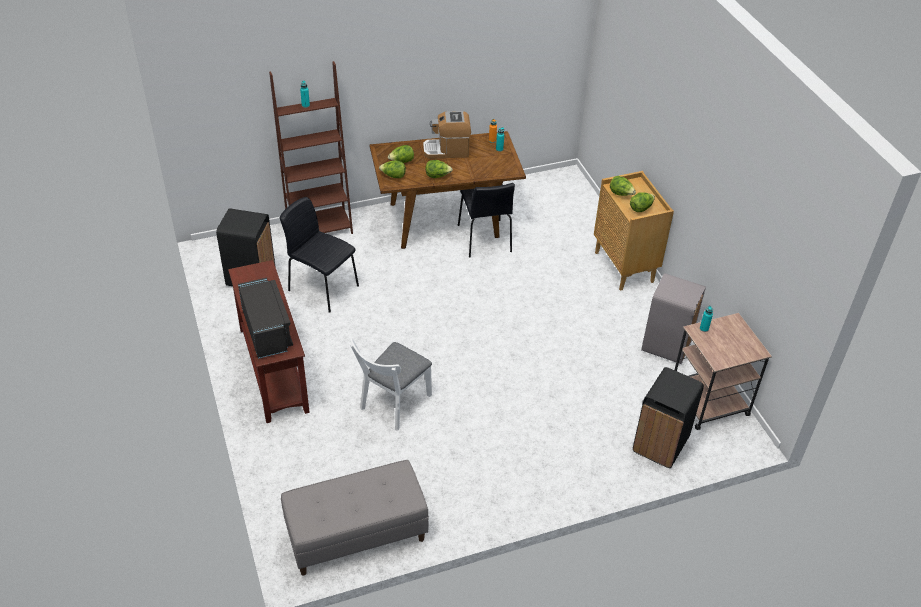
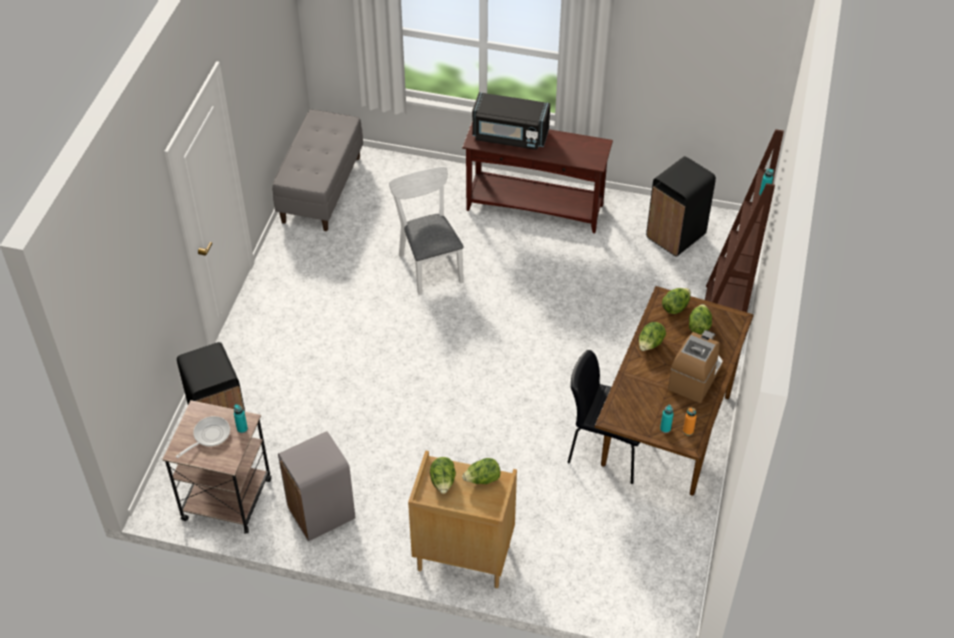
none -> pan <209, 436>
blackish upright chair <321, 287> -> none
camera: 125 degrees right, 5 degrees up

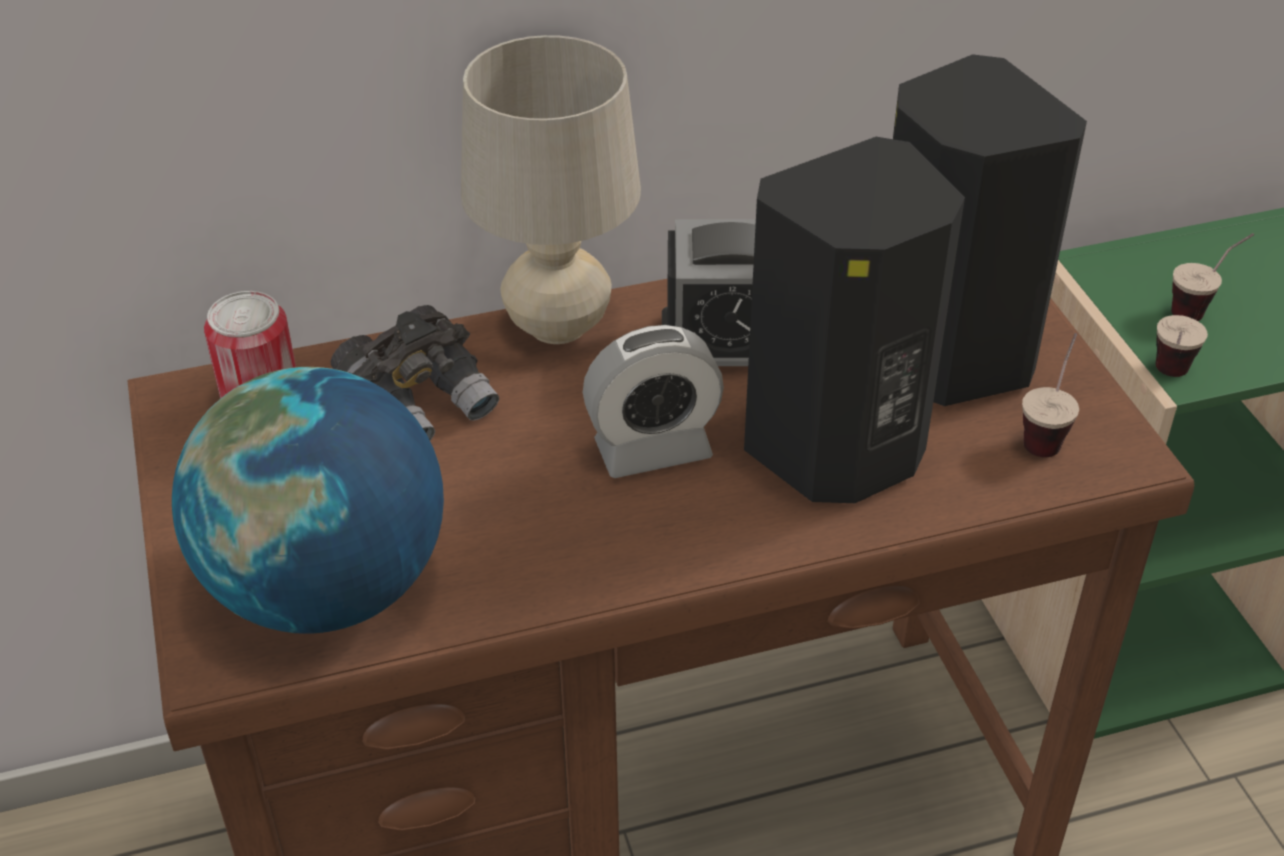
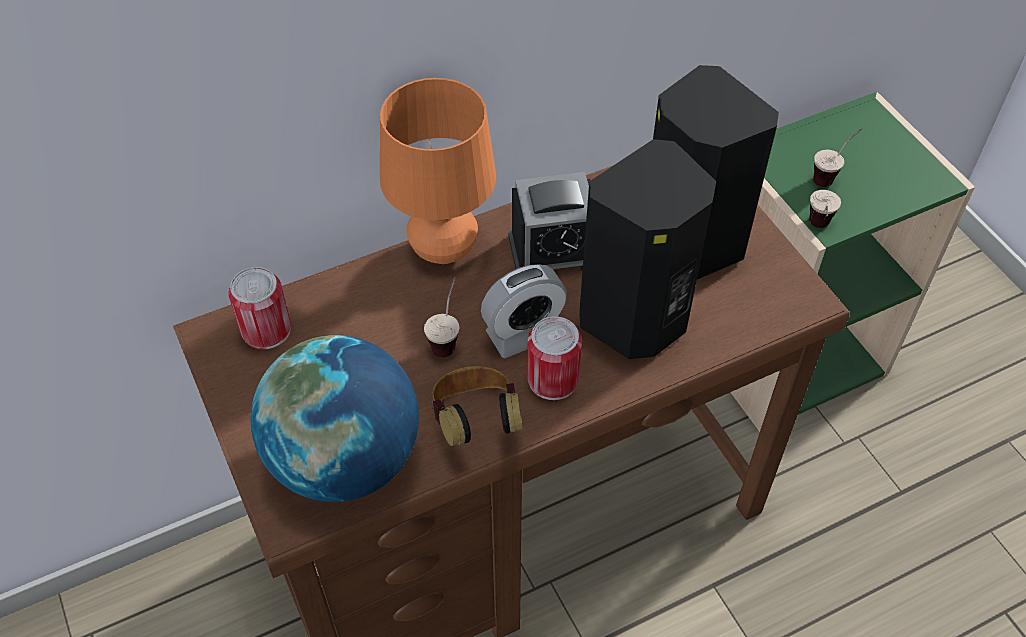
beige lamp for a table <557, 325> -> orangey lamp for a table <443, 250>
cup <1047, 432> -> cup <447, 337>, shifted
none -> headphones <475, 421>
none -> sealed can <553, 379>
greyish pair of binoculars <420, 404> -> none
camera: 10 degrees left, 10 degrees up

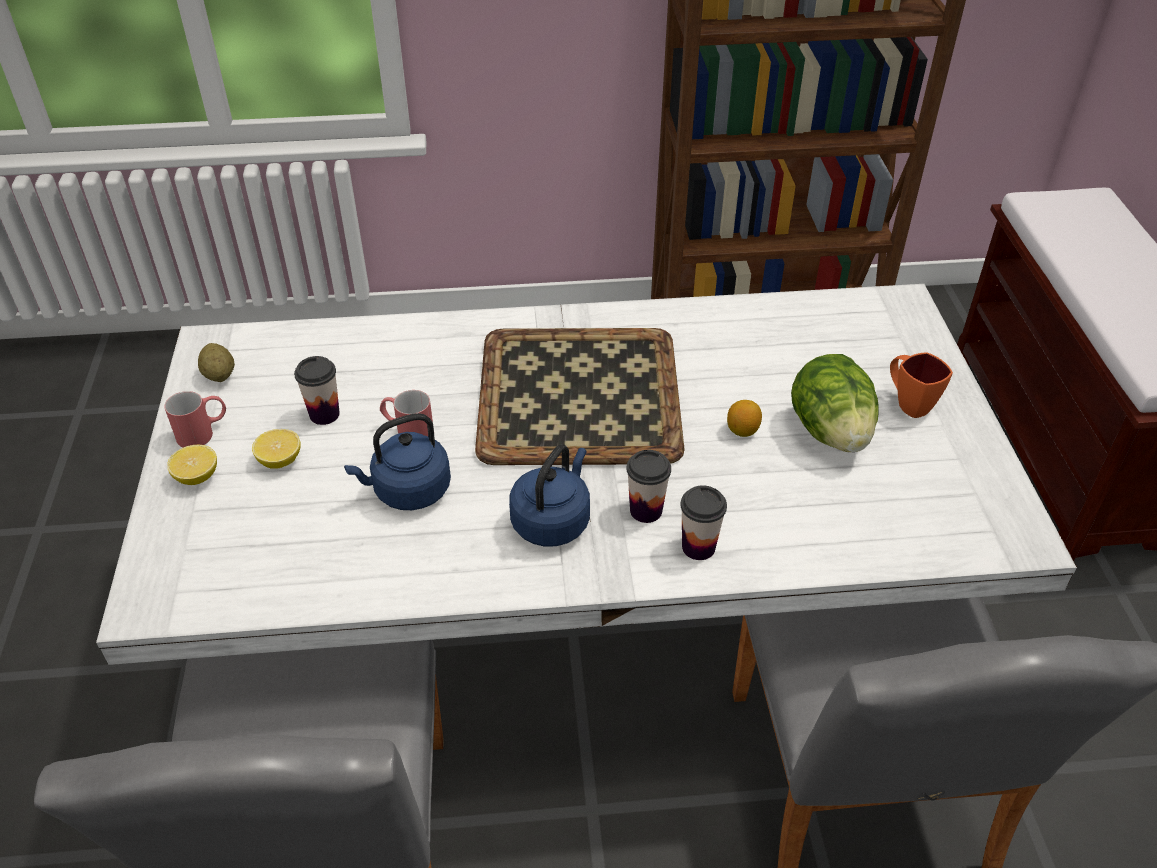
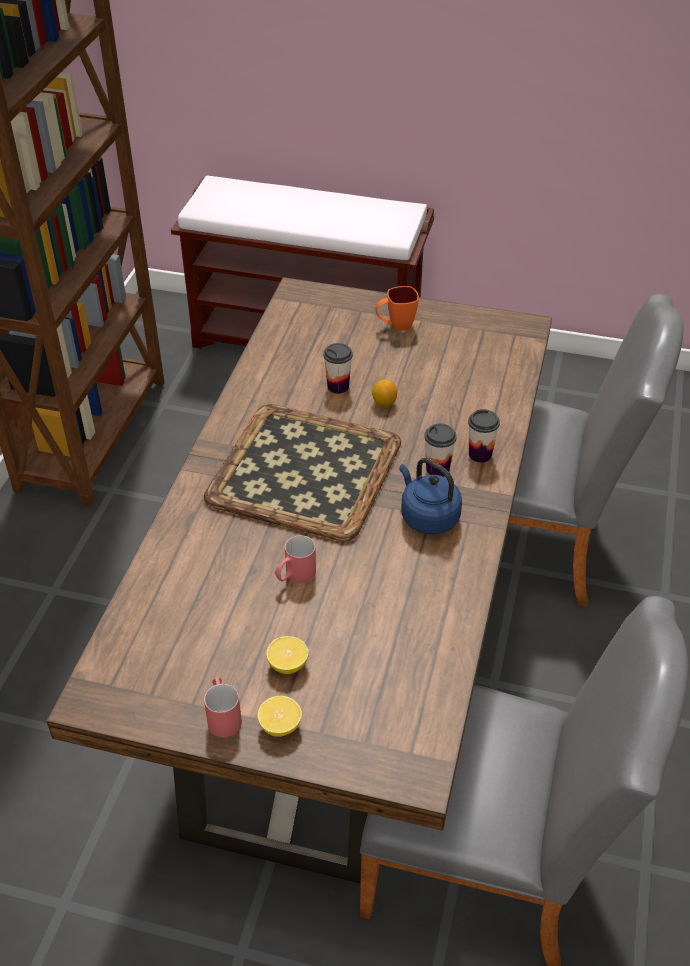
whitish kitchen table <576, 637> -> brownish kitchen table <345, 650>
cup <324, 414> -> cup <338, 386>, shifted
whole potato <219, 375> -> none
blue water kettle <408, 491> -> none
head of lettuce <830, 431> -> none
camera: 70 degrees left, 0 degrees up

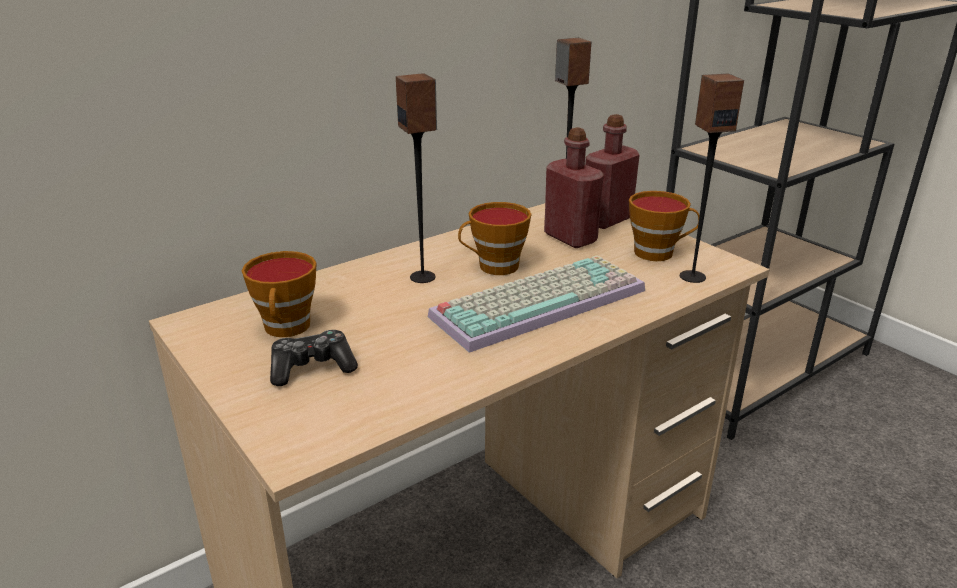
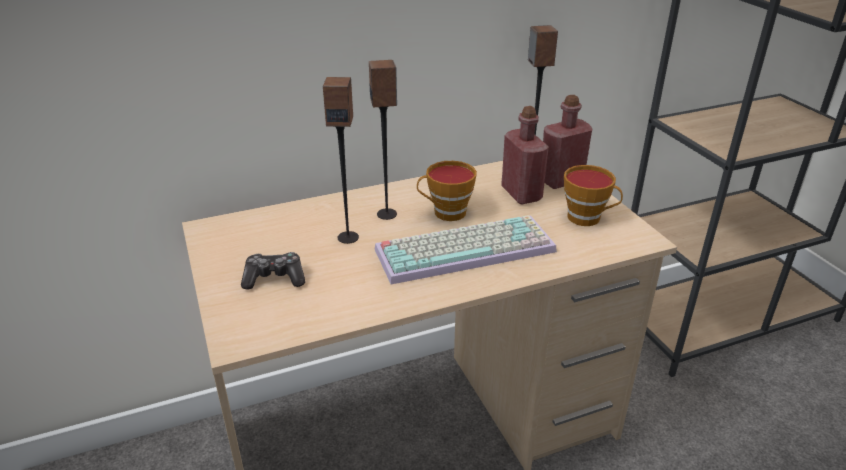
loudspeaker <692, 276> -> loudspeaker <348, 237>, shifted
cup <287, 328> -> none
camera: 15 degrees right, 5 degrees up

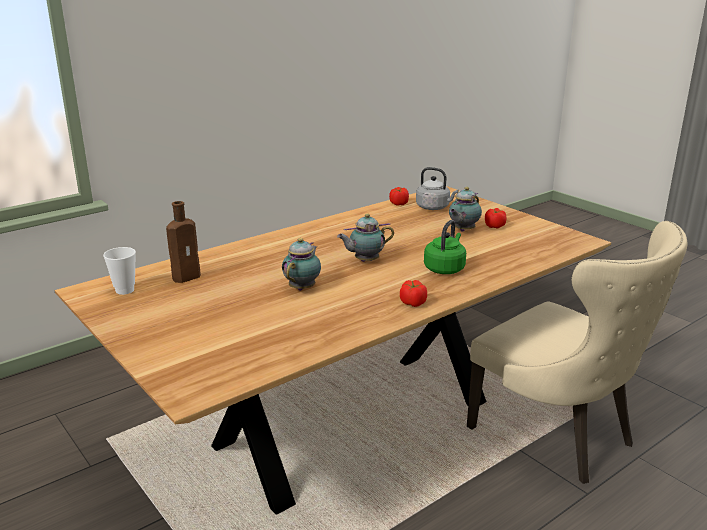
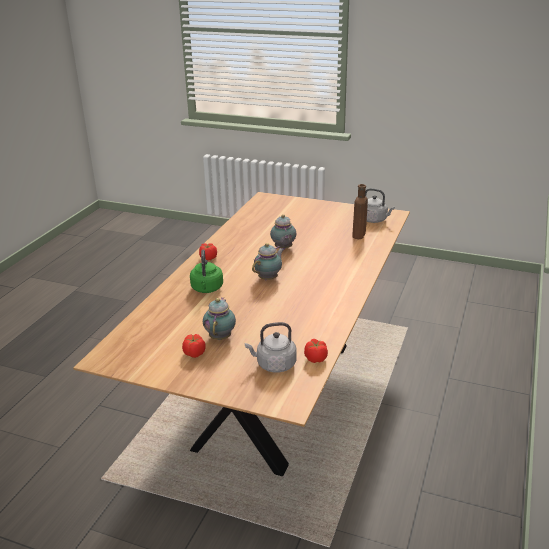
cup <125, 290> -> greyish water kettle <375, 220>
beige upright chair <558, 435> -> none
camera: 150 degrees right, 5 degrees up

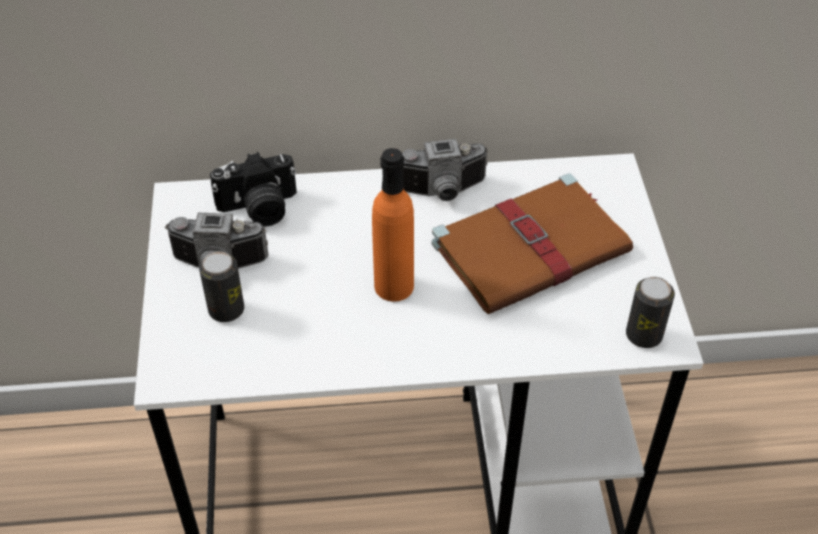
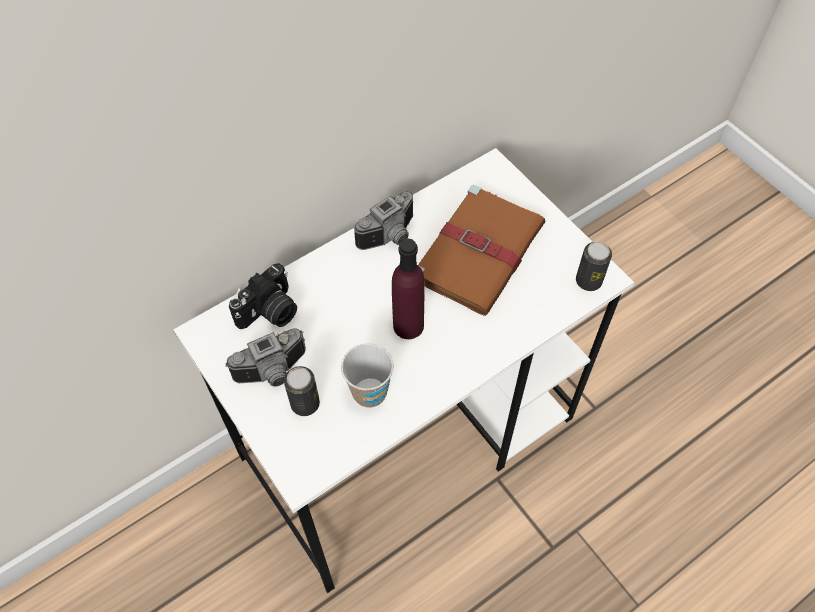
none -> cup <369, 392>
orangey drink bottle <394, 286> -> purple-coloured drink bottle <408, 325>
camera: 30 degrees left, 10 degrees up

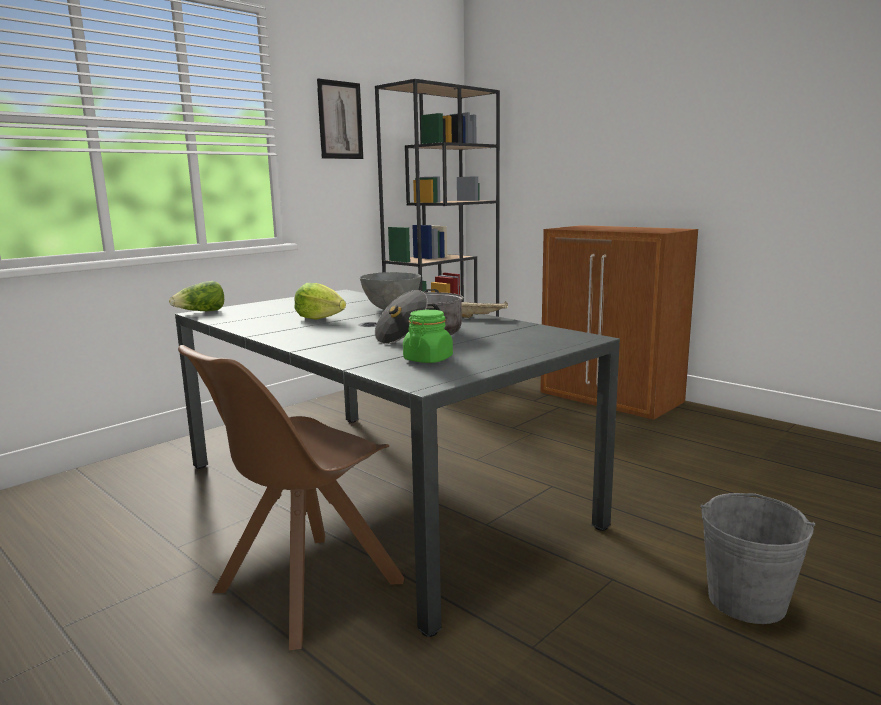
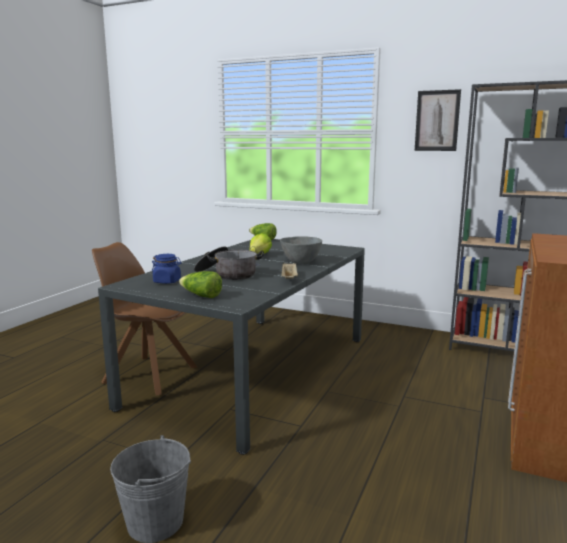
green jar <428, 359> -> blue jar <167, 281>
none -> head of lettuce <201, 296>
camera: 70 degrees right, 0 degrees up

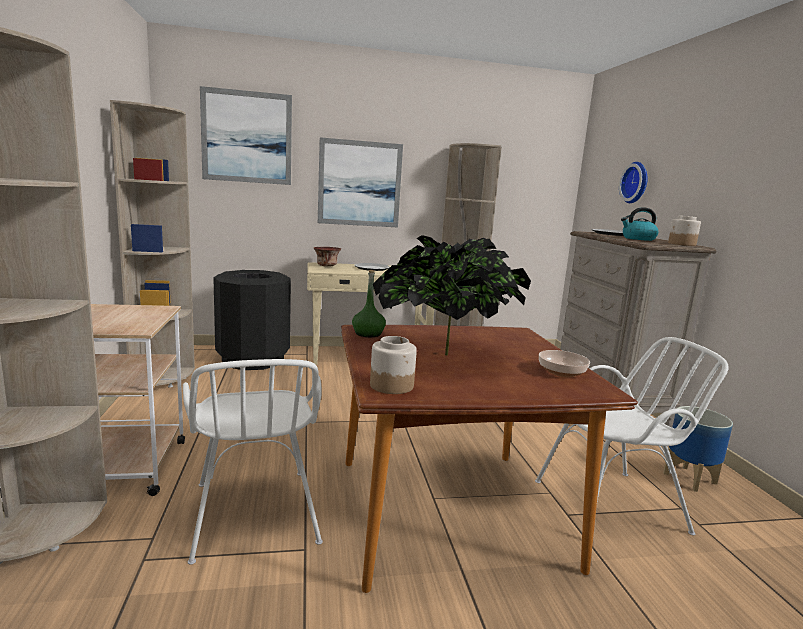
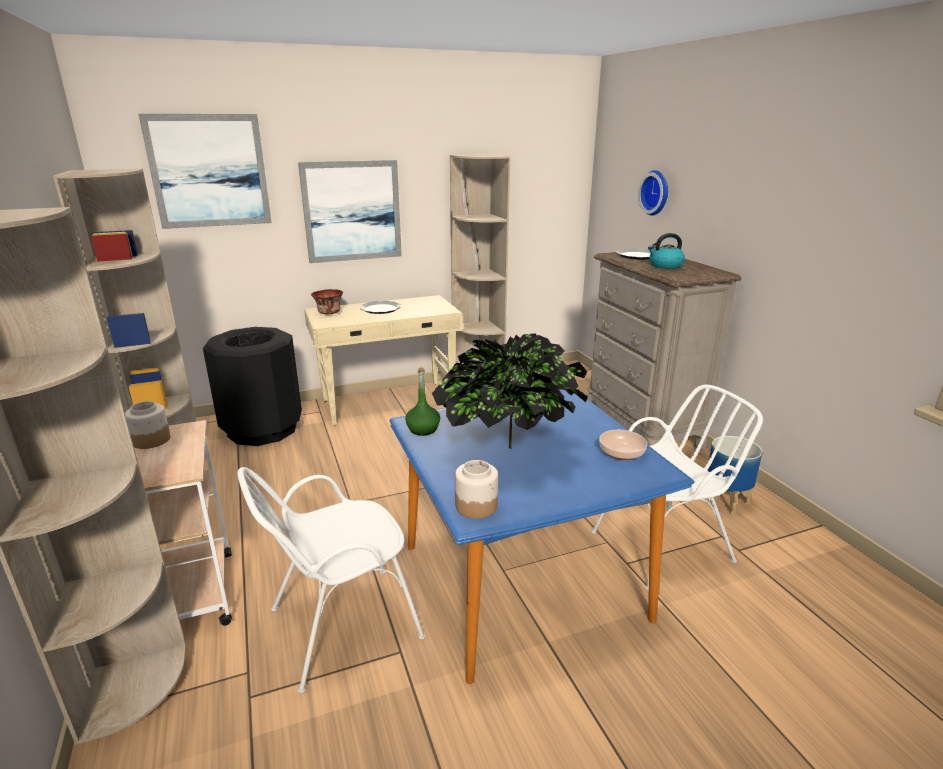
jar <681, 244> -> jar <151, 440>, shifted
whitish upright chair <255, 516> -> whitish upright chair <339, 626>, 90 degrees clockwise
brownish kitchen table <448, 511> -> blue kitchen table <520, 582>
camera: 10 degrees left, 10 degrees up

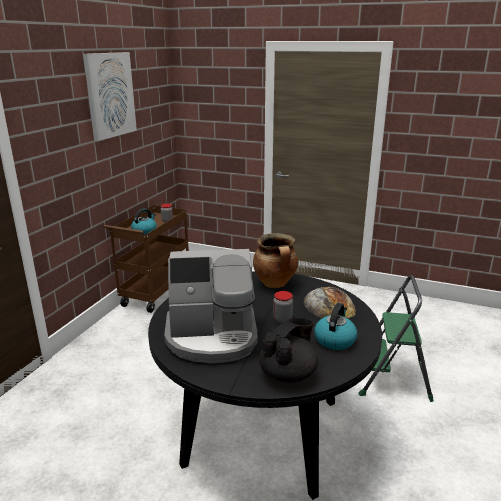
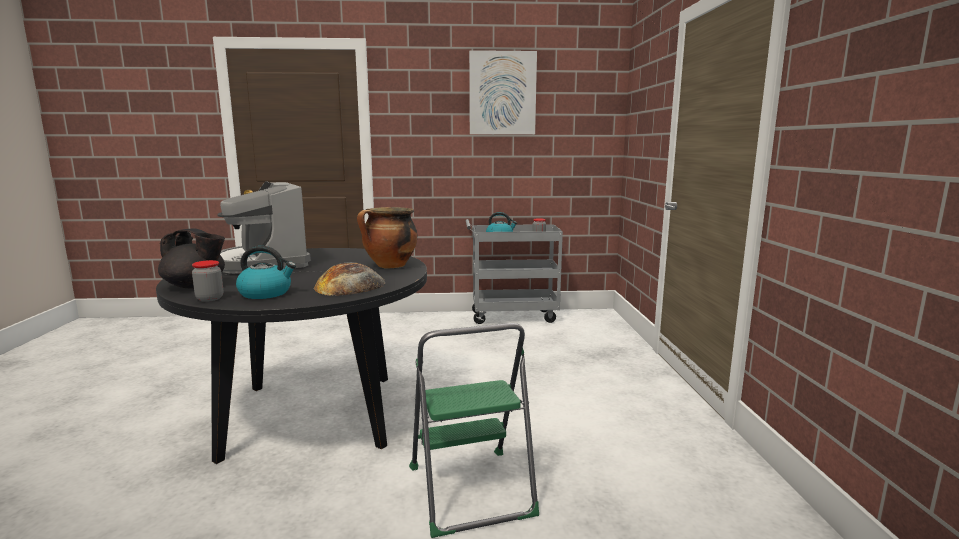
jar <282, 319> -> jar <210, 298>, shifted
brownish cart <154, 295> -> greyish cart <511, 317>
camera: 65 degrees right, 10 degrees down

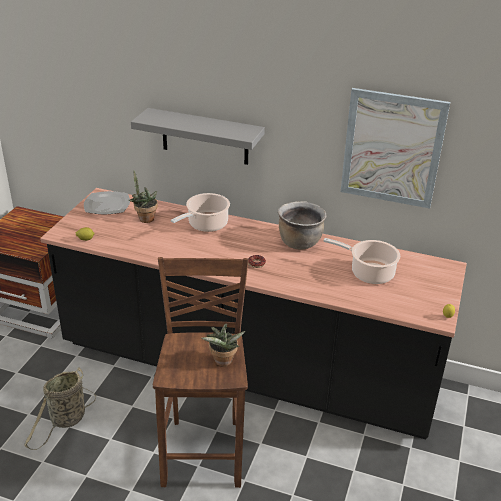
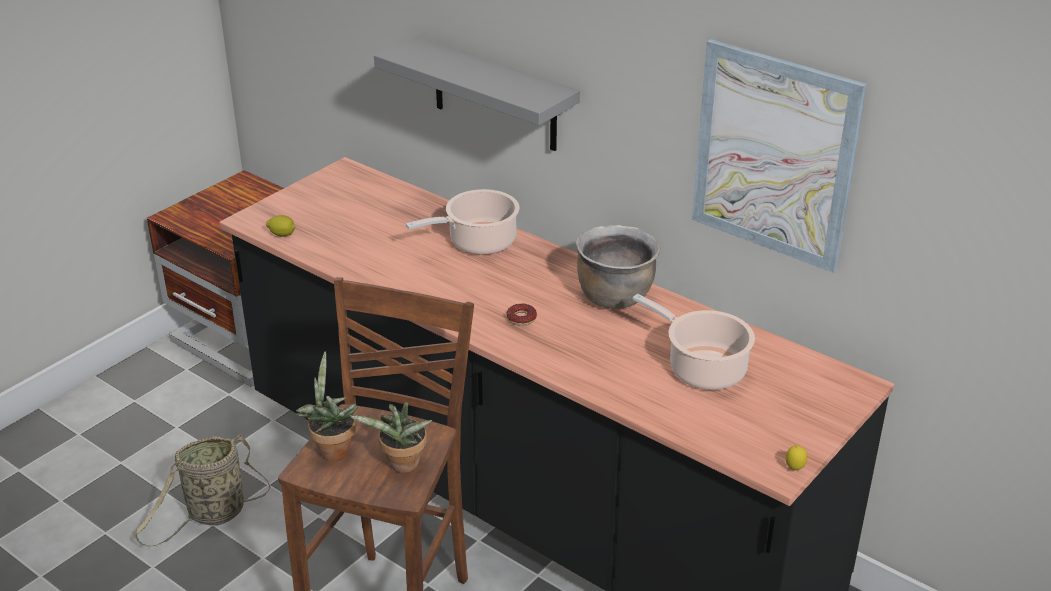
plant in a pot <144, 218> -> plant in a pot <332, 449>, shifted
plate <107, 205> -> none
camera: 20 degrees right, 0 degrees up

